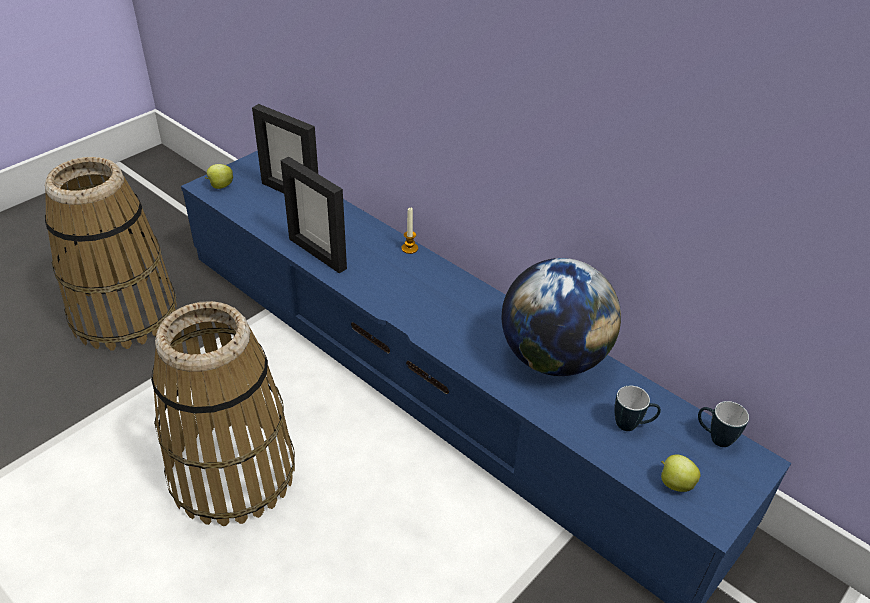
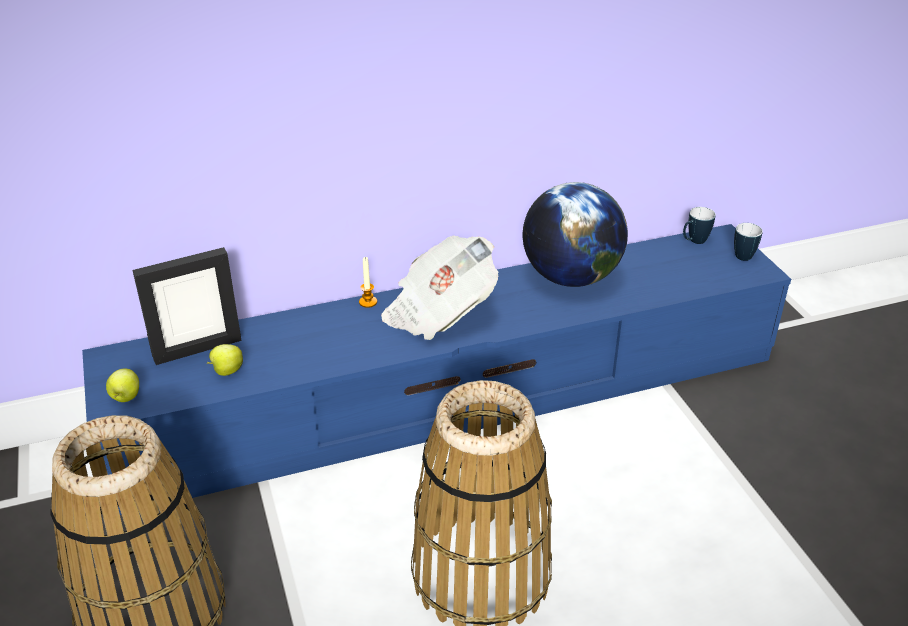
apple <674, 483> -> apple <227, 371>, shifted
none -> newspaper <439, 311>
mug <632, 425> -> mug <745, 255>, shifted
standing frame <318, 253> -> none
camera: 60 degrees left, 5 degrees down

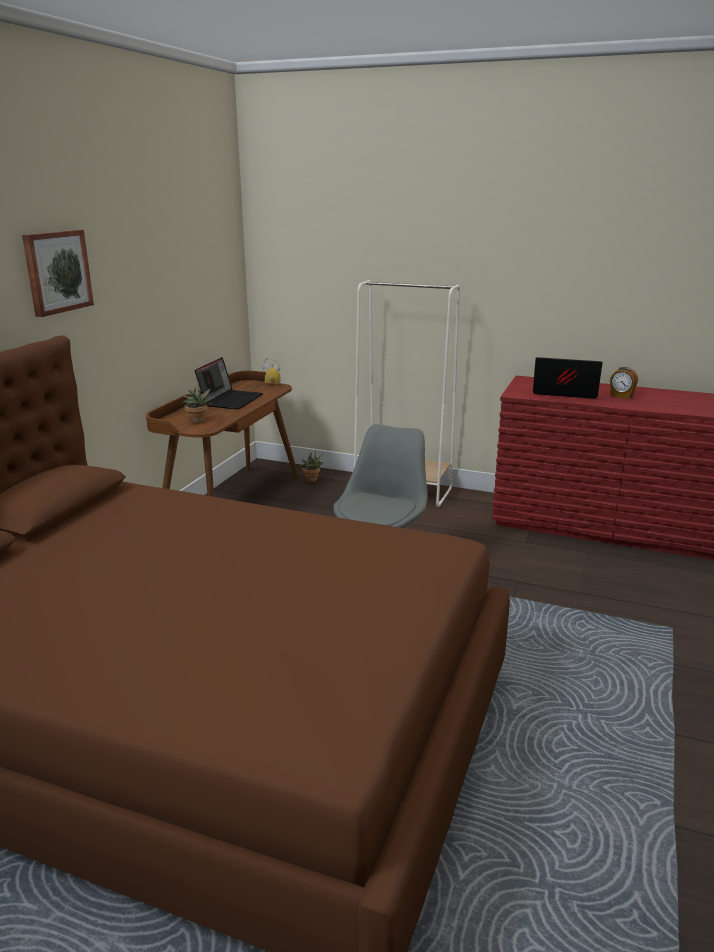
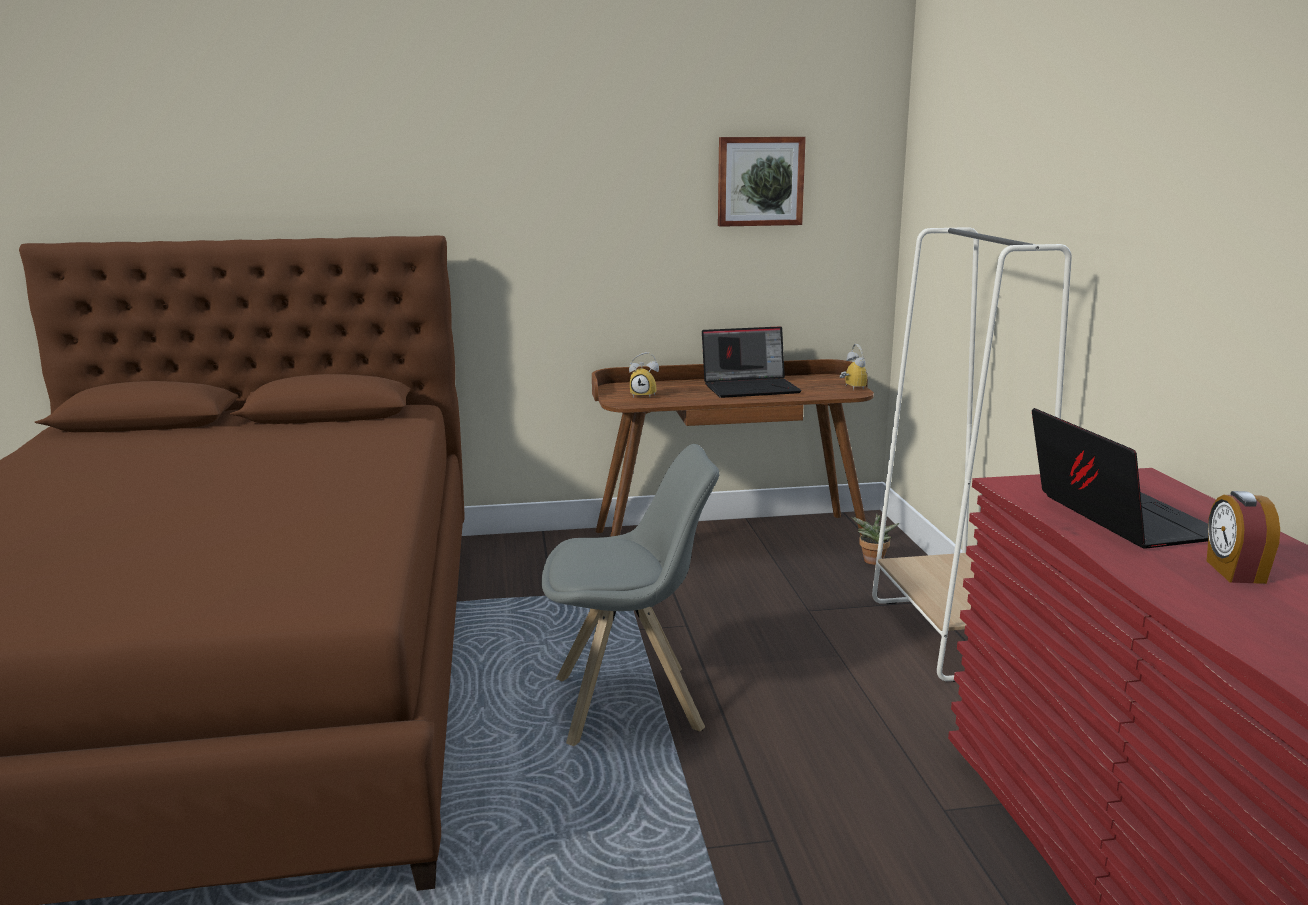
plant in a pot <197, 422> -> bedside clock <644, 395>
wall art <57, 272> -> wall art <760, 181>, shifted
camera: 60 degrees right, 5 degrees down

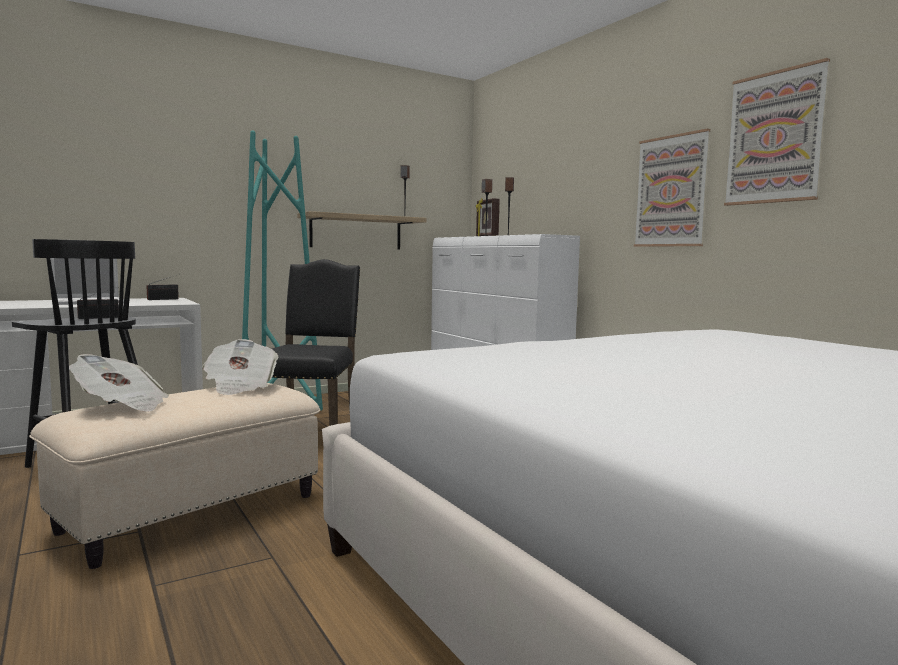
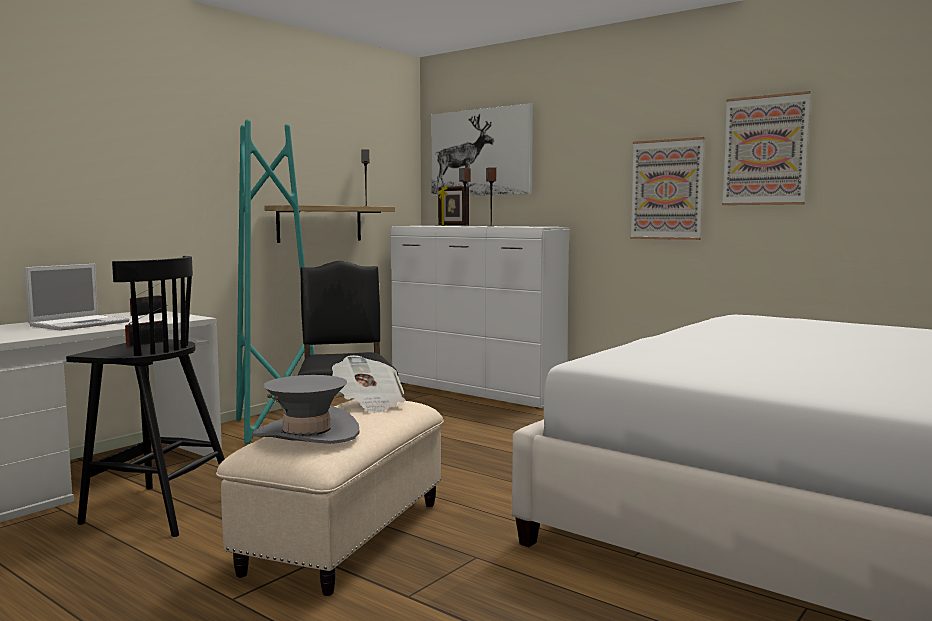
newspaper <122, 405> -> greyish clothing hat <306, 434>
none -> wall art <480, 152>
camera: 20 degrees left, 0 degrees up

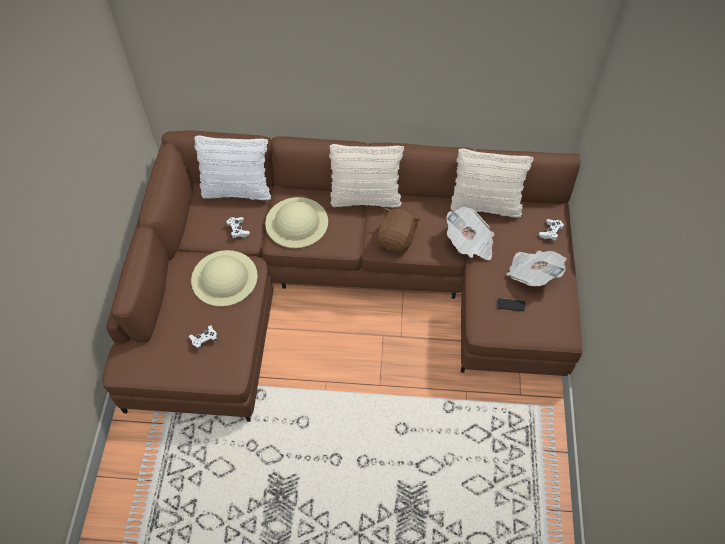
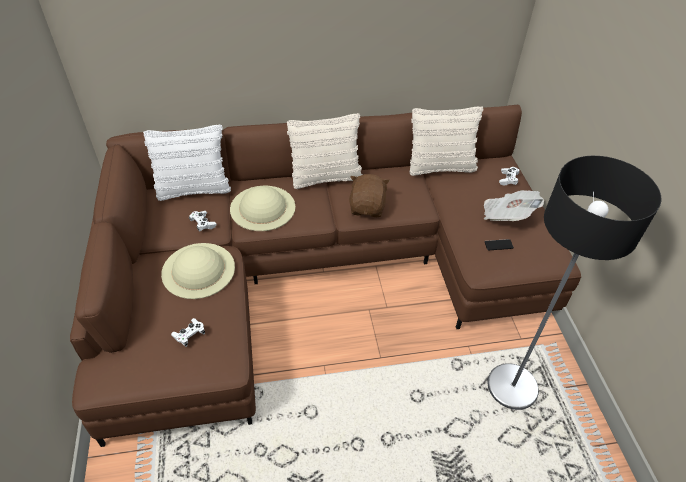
none -> standing lamp <511, 386>
newspaper <469, 243> -> none
camera: 15 degrees left, 10 degrees down

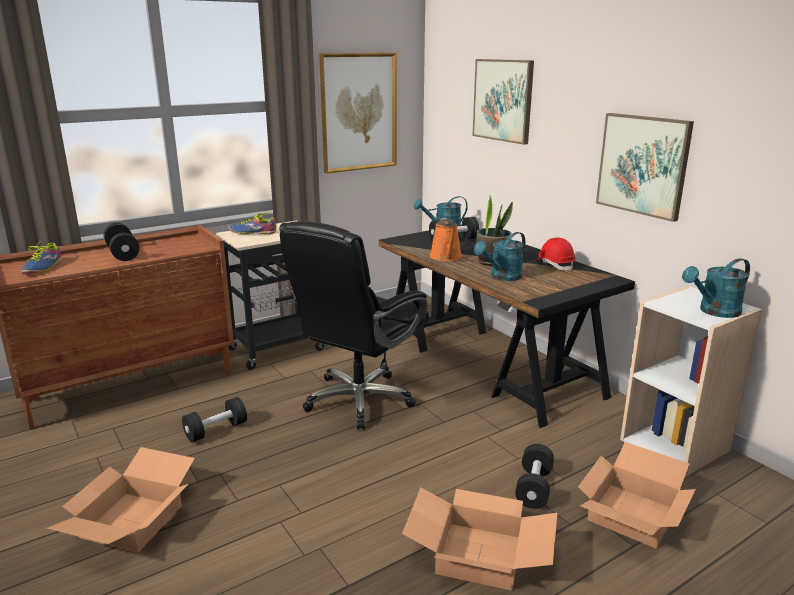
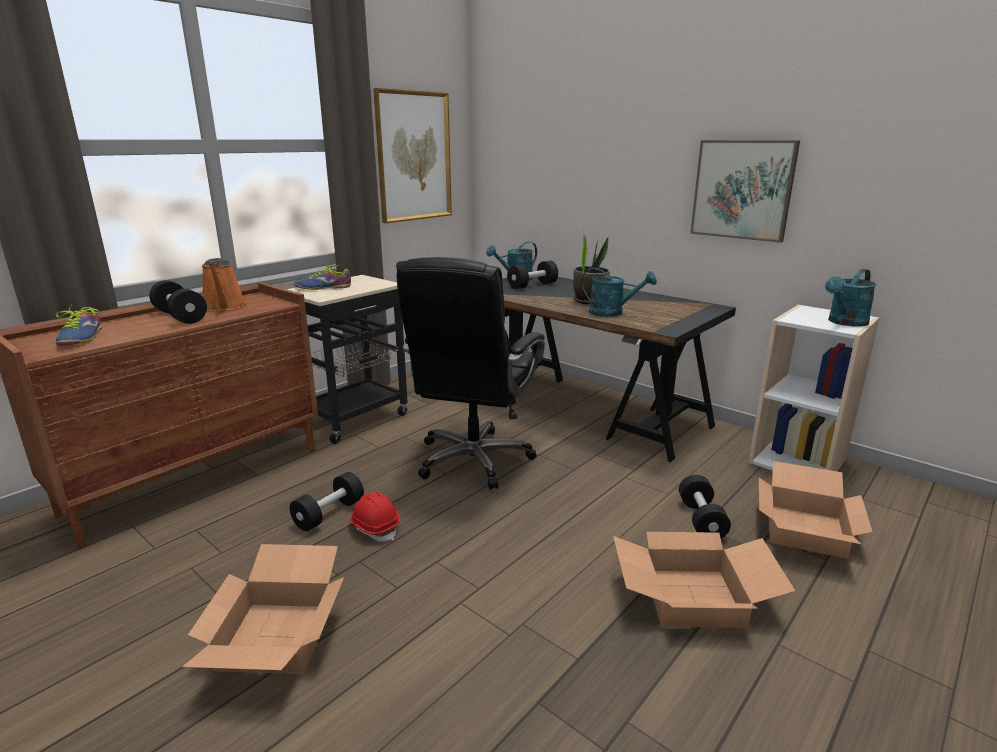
orangey watering can <446, 257> -> orangey watering can <224, 307>, shifted
red-coloured hard hat <554, 265> -> red-coloured hard hat <374, 528>, shifted
blue-green watering can <502, 277> -> blue-green watering can <612, 313>, 105 degrees counterclockwise
wall art <503, 100> -> none
camera: 15 degrees left, 0 degrees up

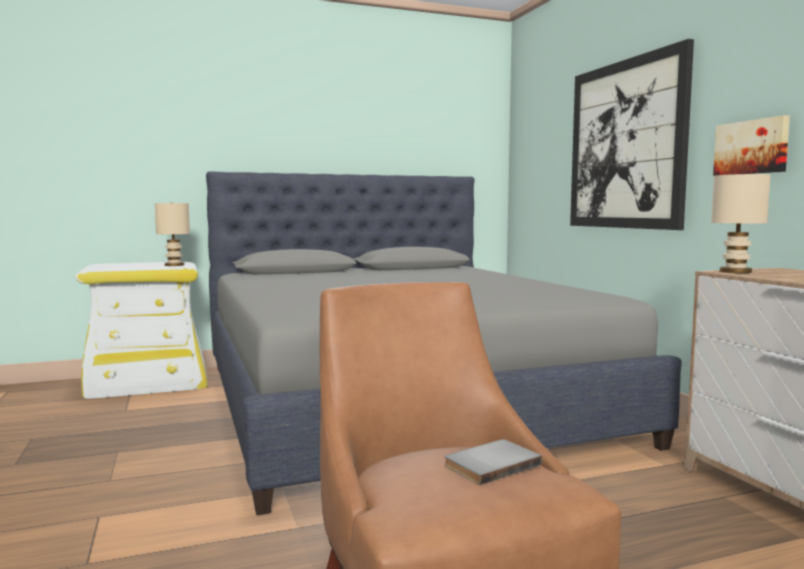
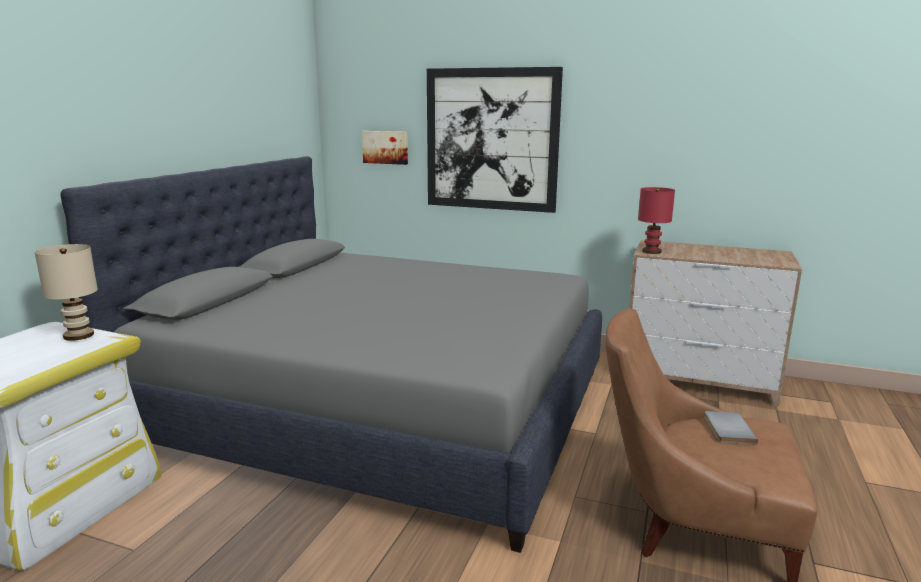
wall art <751, 147> -> wall art <385, 147>, shifted
beige lamp for a table <735, 271> -> red-coloured lamp for a table <651, 251>
camera: 50 degrees left, 10 degrees up

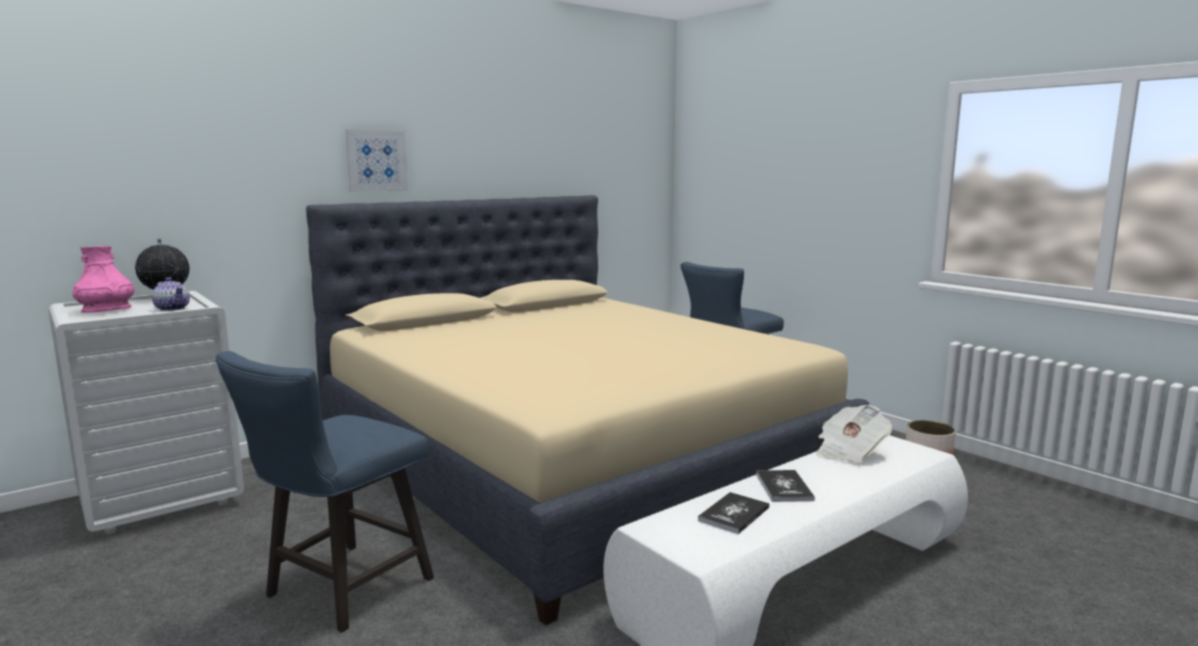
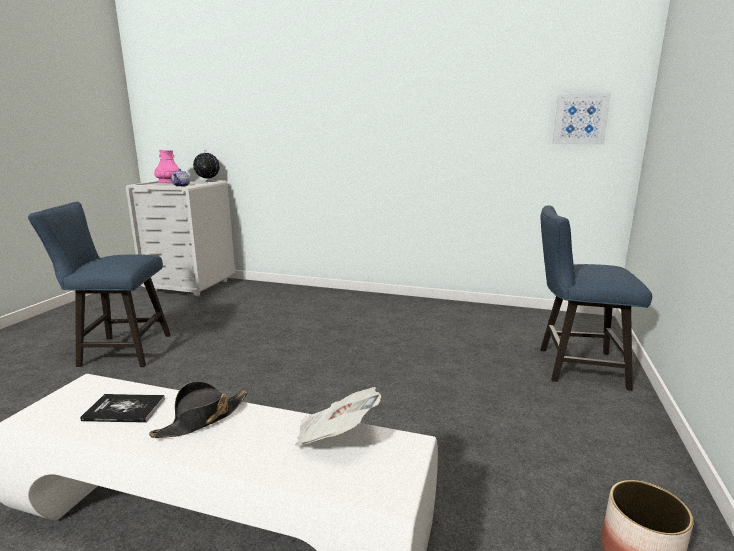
volume <784, 487> -> blackish clothing hat <202, 419>
wall art <376, 160> -> wall art <580, 119>, shifted
beige bed <574, 461> -> none
camera: 55 degrees right, 5 degrees up

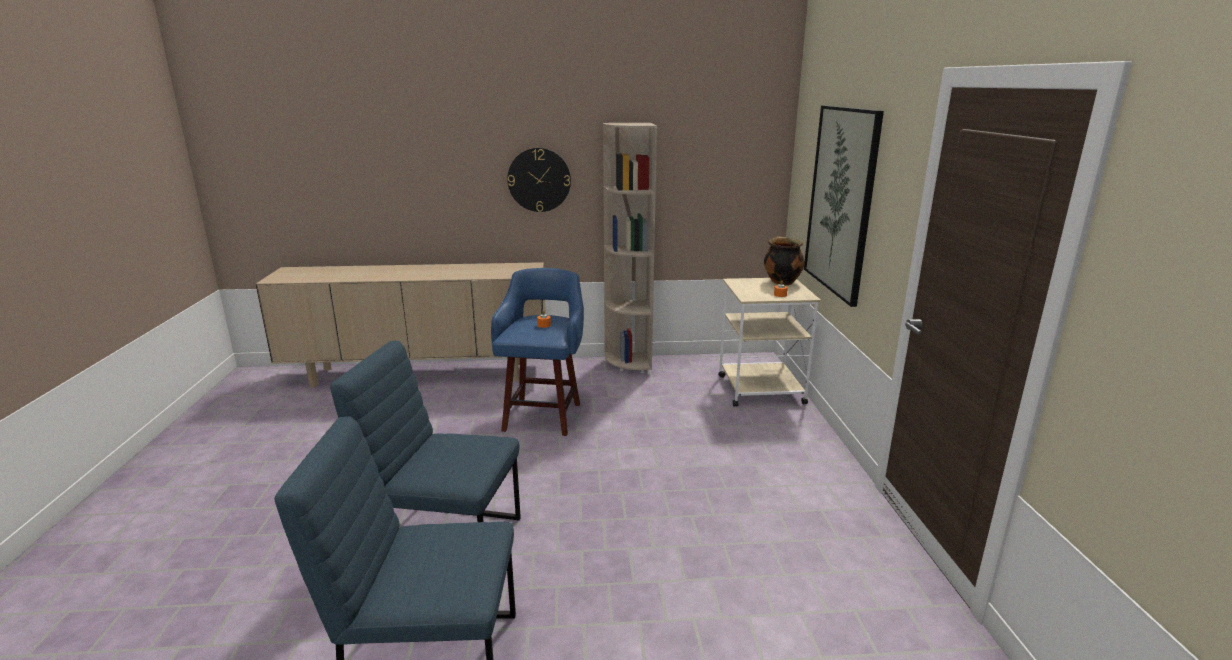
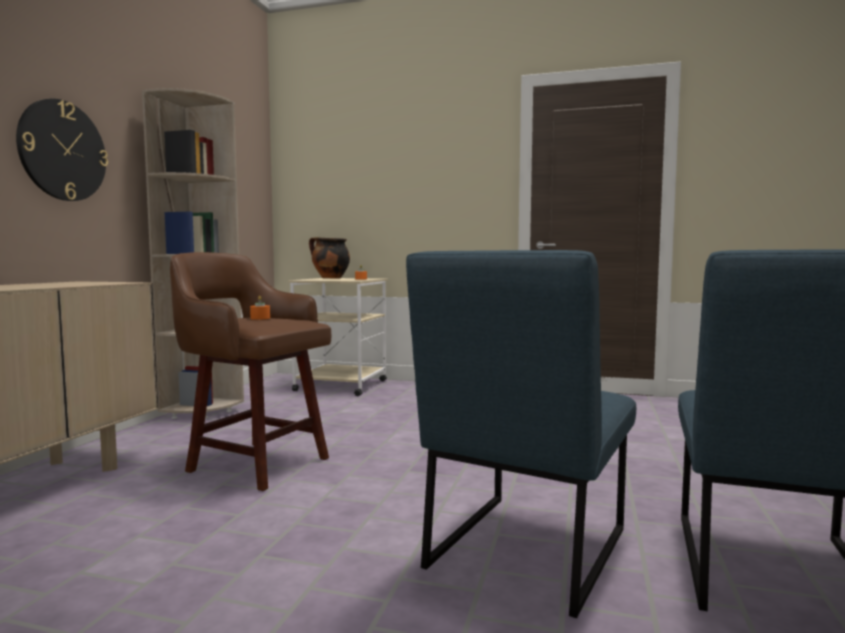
blue stool seat <543, 415> -> brownish stool seat <255, 464>
wall art <841, 201> -> none
camera: 70 degrees left, 15 degrees down

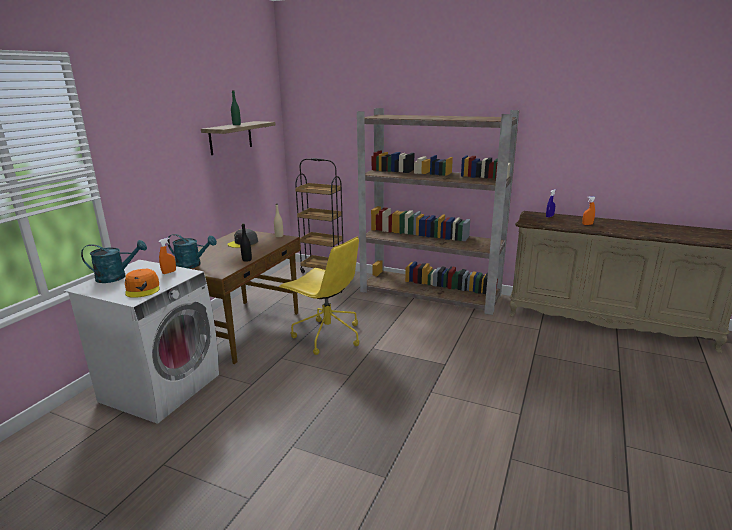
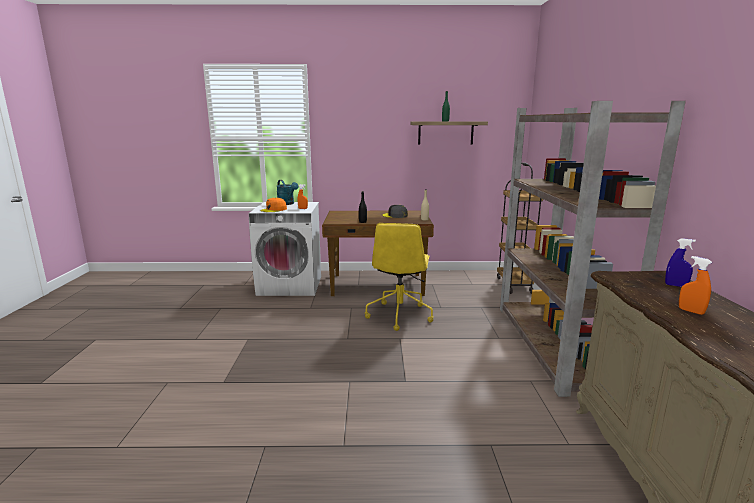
blue-green watering can <193, 265> -> none
camera: 65 degrees right, 5 degrees down

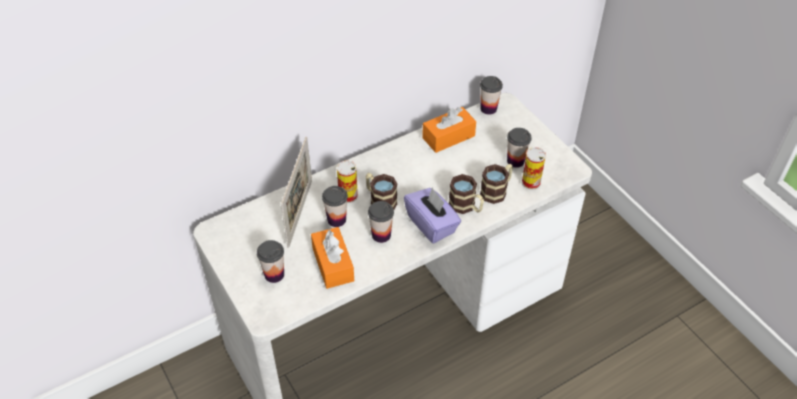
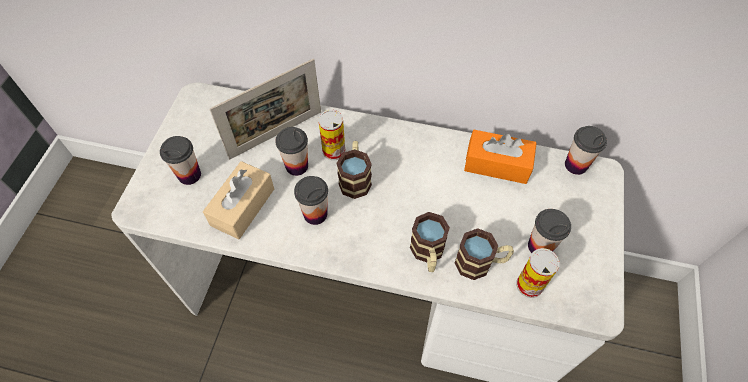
orangey box of tissues <333, 264> -> beige box of tissues <243, 207>
purple-coloured box of tissues <432, 224> -> none
camera: 45 degrees right, 10 degrees up

